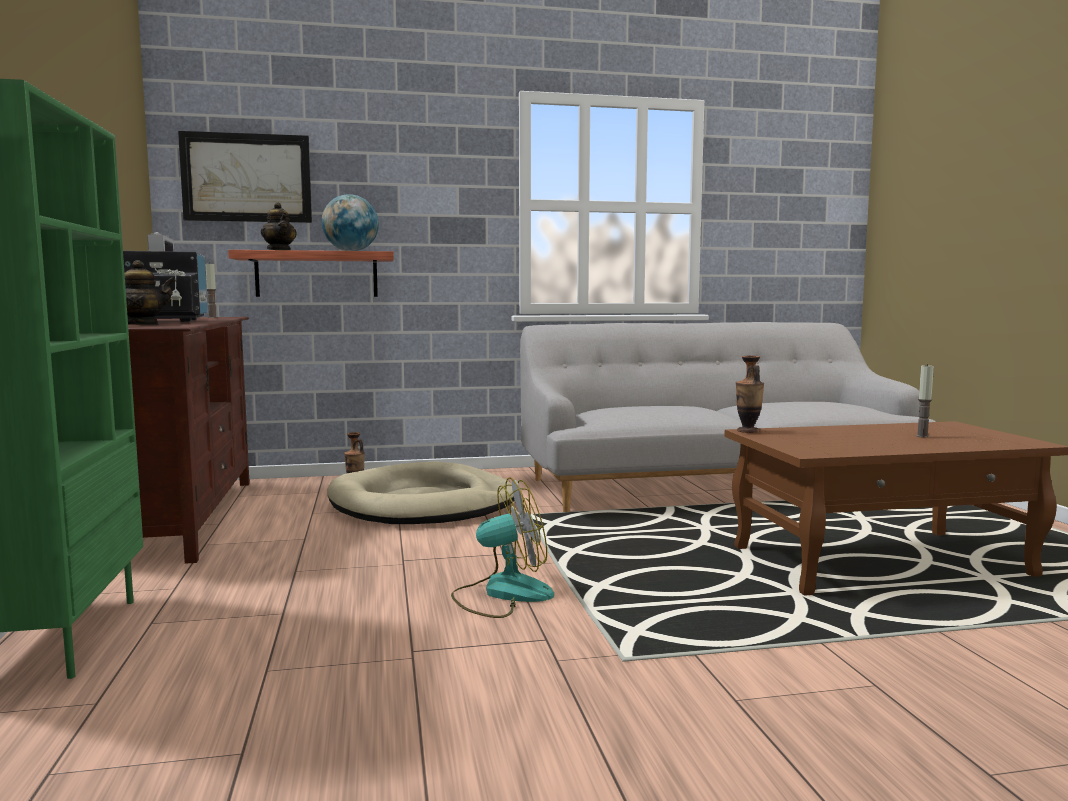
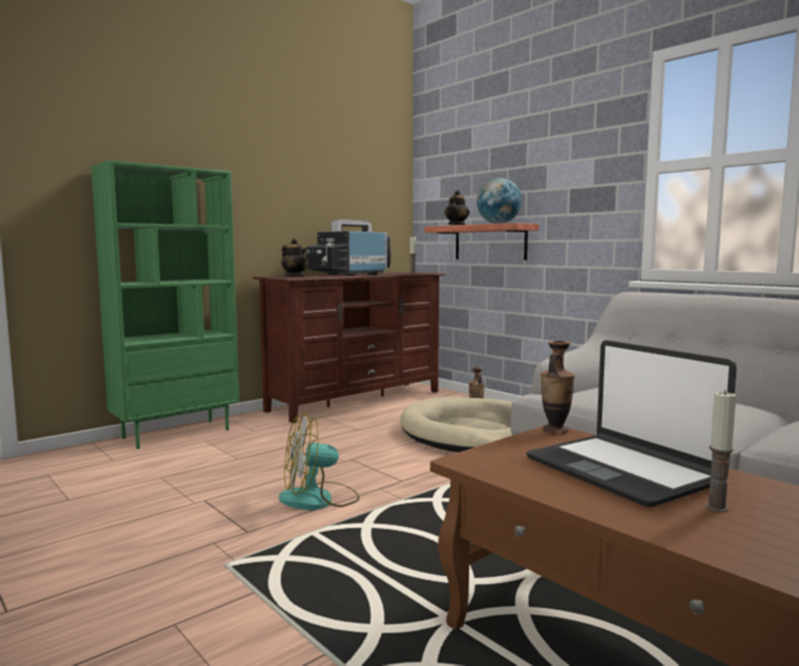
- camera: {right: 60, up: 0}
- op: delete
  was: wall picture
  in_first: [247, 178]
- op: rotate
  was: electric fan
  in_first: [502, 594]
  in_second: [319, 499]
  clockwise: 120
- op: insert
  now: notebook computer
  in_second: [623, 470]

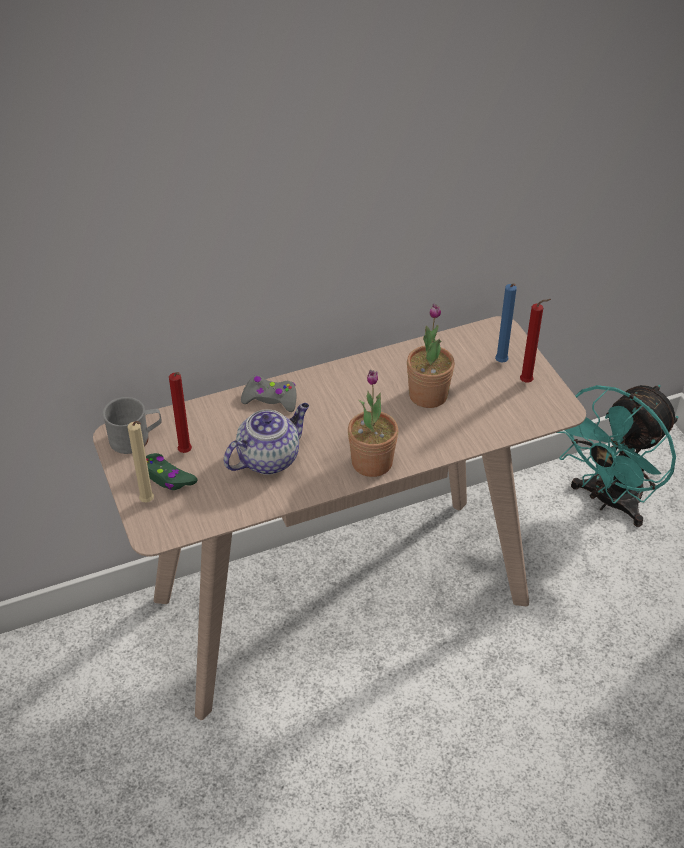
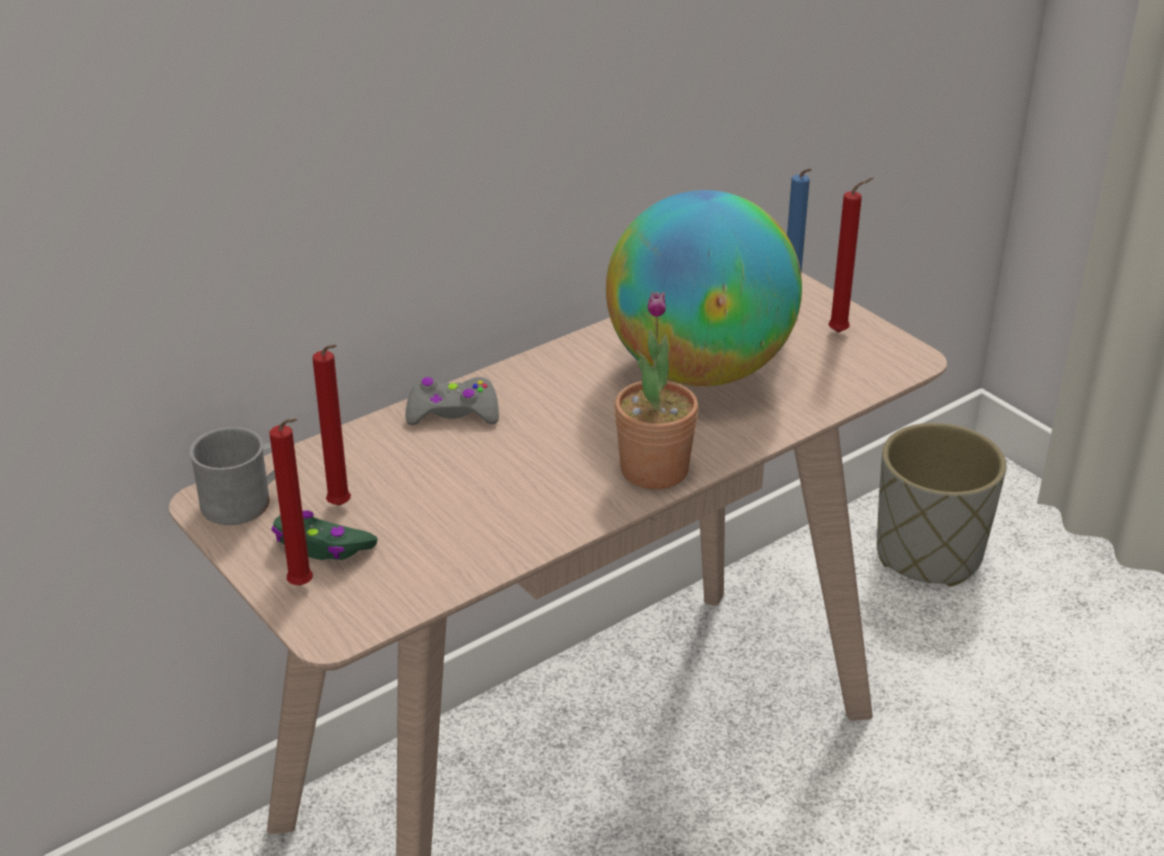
- camera: {right: -15, up: -10}
- op: replace
  was: plant in a pot
  now: desk globe
  in_first: [428, 395]
  in_second: [700, 370]
- op: replace
  was: turquoise electric fan
  now: greyish plant pot
  in_first: [609, 501]
  in_second: [929, 554]
- op: delete
  was: pot for tea
  in_first: [269, 458]
- op: recolor
  was: beige-coloured wax candle
  now: red wax candle
  in_first: [148, 502]
  in_second: [304, 587]

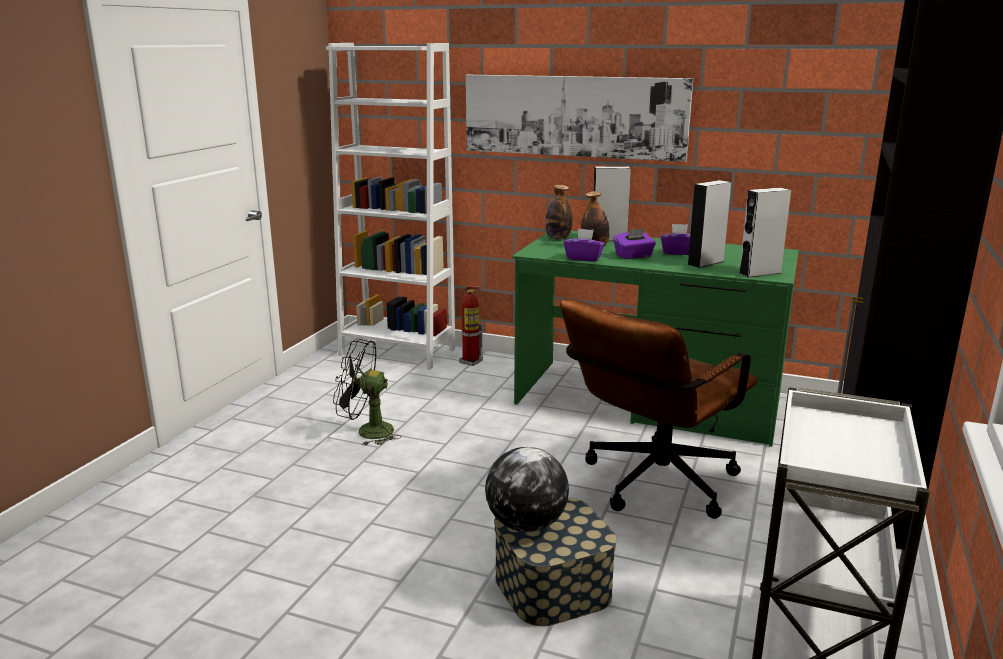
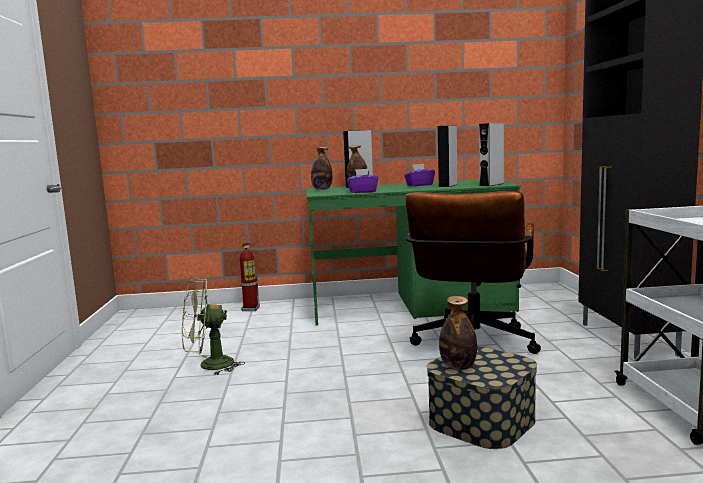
- camera: {right: -25, up: -10}
- op: delete
  was: whitish bookshelf
  in_first: [397, 352]
- op: delete
  was: wall picture
  in_first: [573, 116]
- op: delete
  was: purplish tissue box
  in_first: [633, 256]
- op: recolor
  was: black electric fan
  now: green electric fan
  in_first: [367, 431]
  in_second: [209, 366]
- op: replace
  was: desk globe
  now: beverage bottle
  in_first: [527, 524]
  in_second: [458, 367]

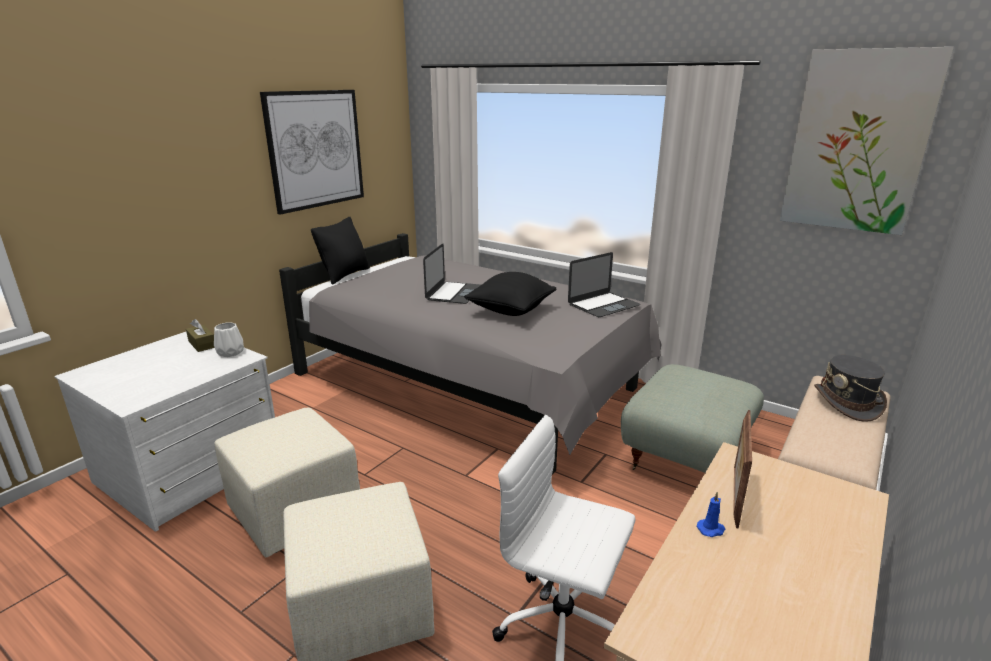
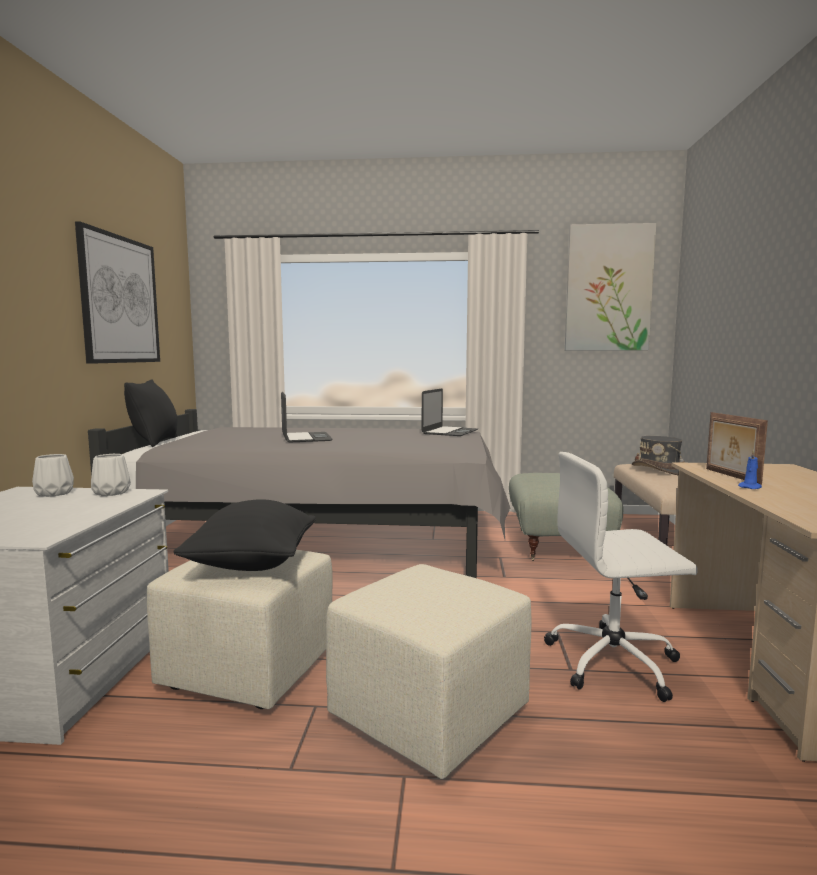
- camera: {right: -30, up: -15}
- op: move
  was: black throw pillow
  in_first: [510, 311]
  in_second: [252, 564]
- op: replace
  was: brown-coloured tissue box
  now: whitish vase
  in_first: [202, 344]
  in_second: [55, 493]

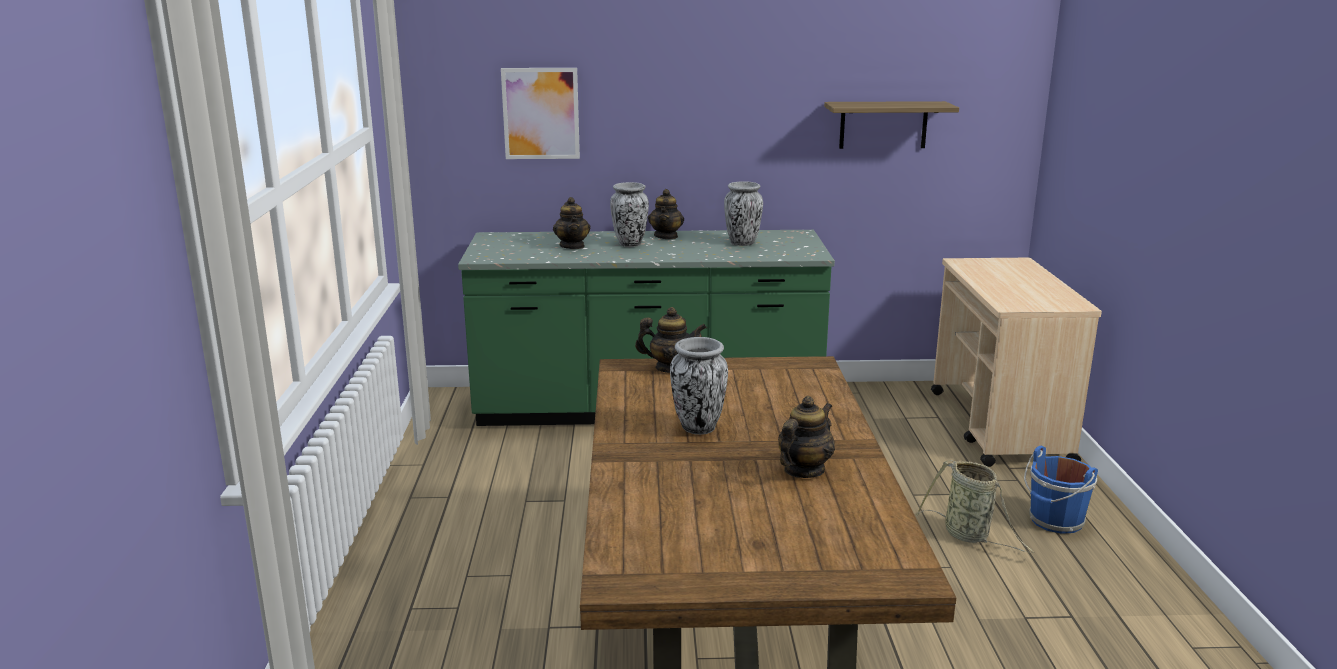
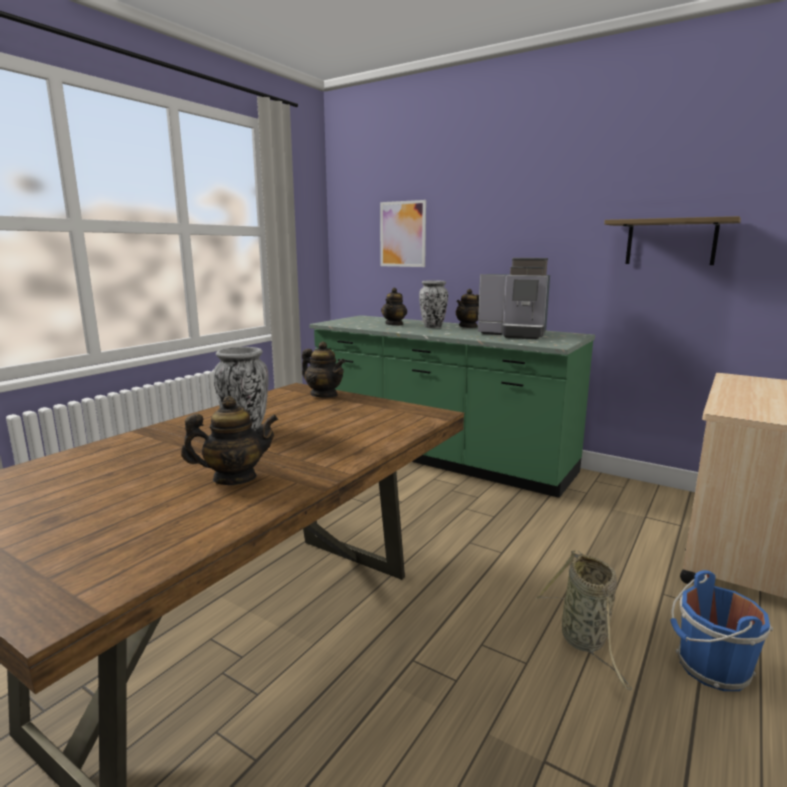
- camera: {right: 35, up: -5}
- op: replace
  was: vase
  now: coffee maker
  in_first: [742, 243]
  in_second: [514, 334]

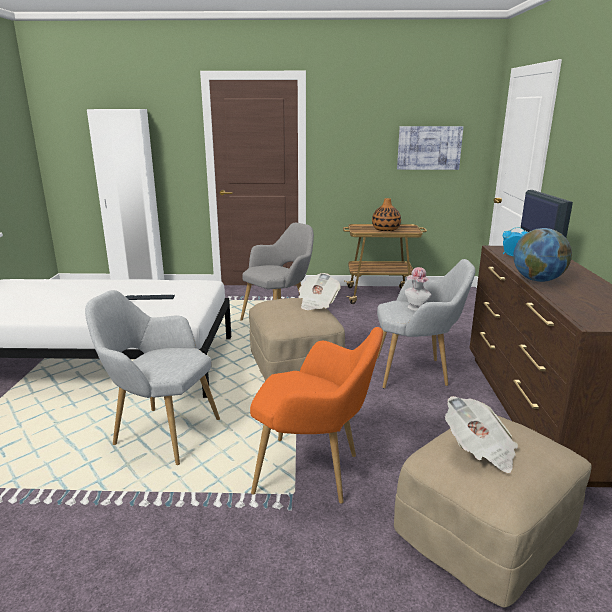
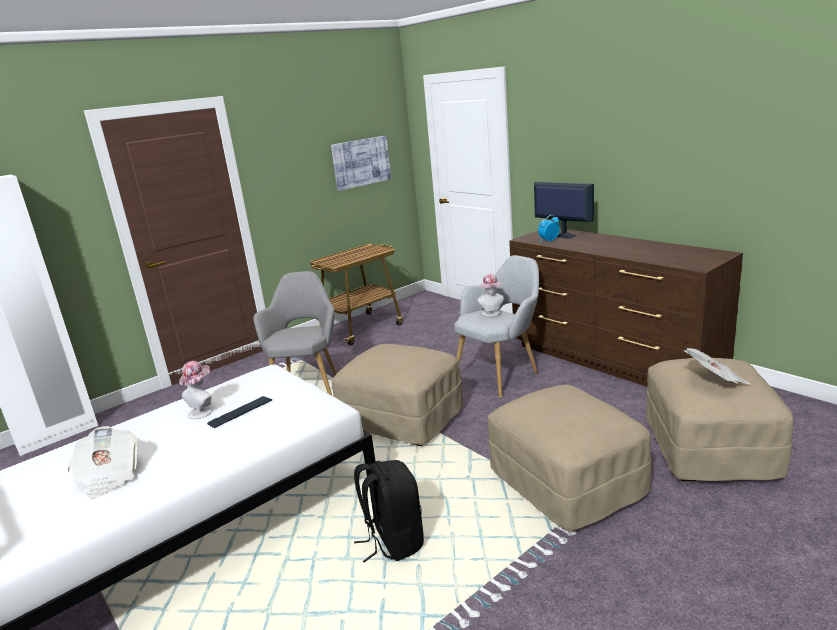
- camera: {right: -40, up: 0}
- op: delete
  was: vase
  in_first: [386, 229]
- op: delete
  was: desk globe
  in_first: [537, 280]
- op: move
  was: daily paper
  in_first: [317, 303]
  in_second: [108, 476]
- op: replace
  was: greyish lounge chair
  now: black rucksack
  in_first: [160, 432]
  in_second: [393, 541]
- op: replace
  was: orange lounge chair
  now: beige-coloured pouffe
  in_first: [314, 473]
  in_second: [567, 484]
- op: insert
  now: clothing hat
  in_second: [203, 411]

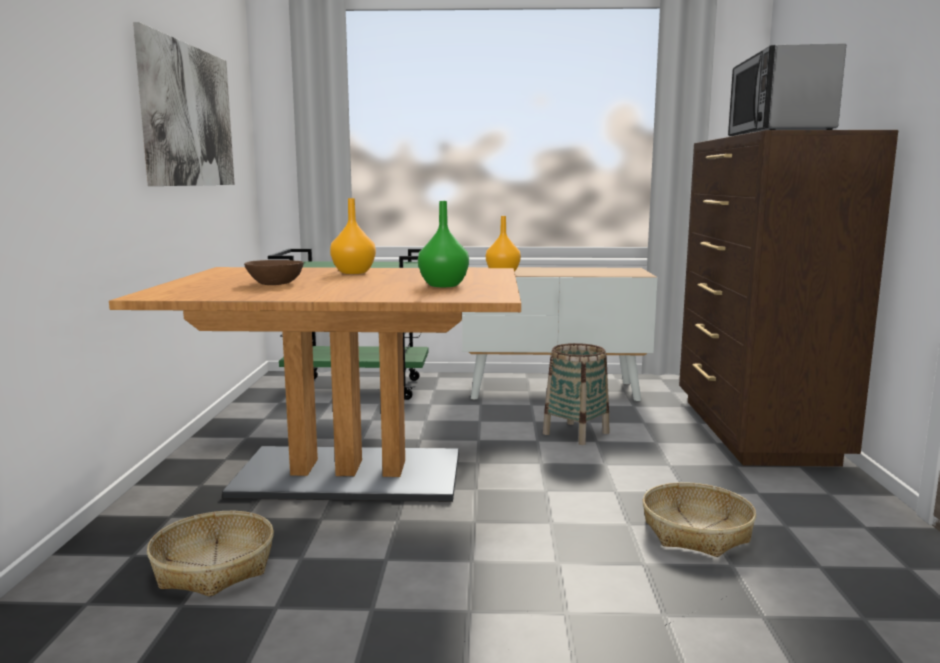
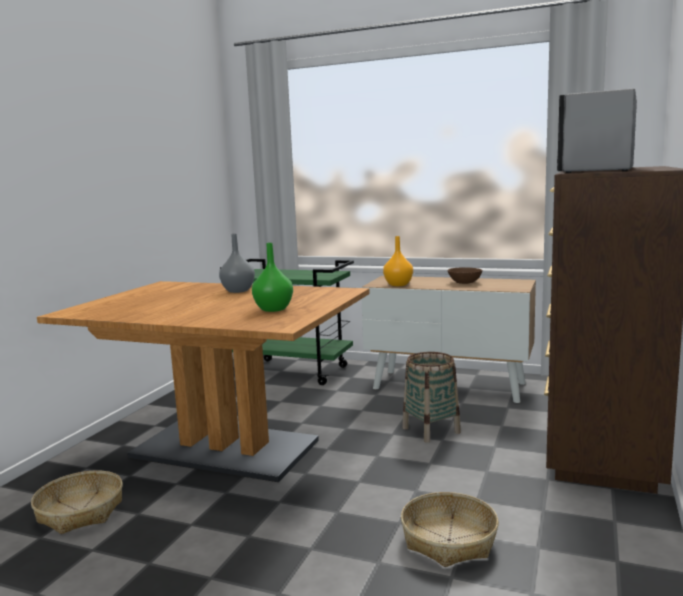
- camera: {right: 20, up: 0}
- op: delete
  was: wall picture
  in_first: [189, 116]
- op: recolor
  was: orange vase
  now: greyish vase
  in_first: [352, 272]
  in_second: [237, 291]
- op: move
  was: brown-coloured serving bowl
  in_first: [275, 284]
  in_second: [464, 282]

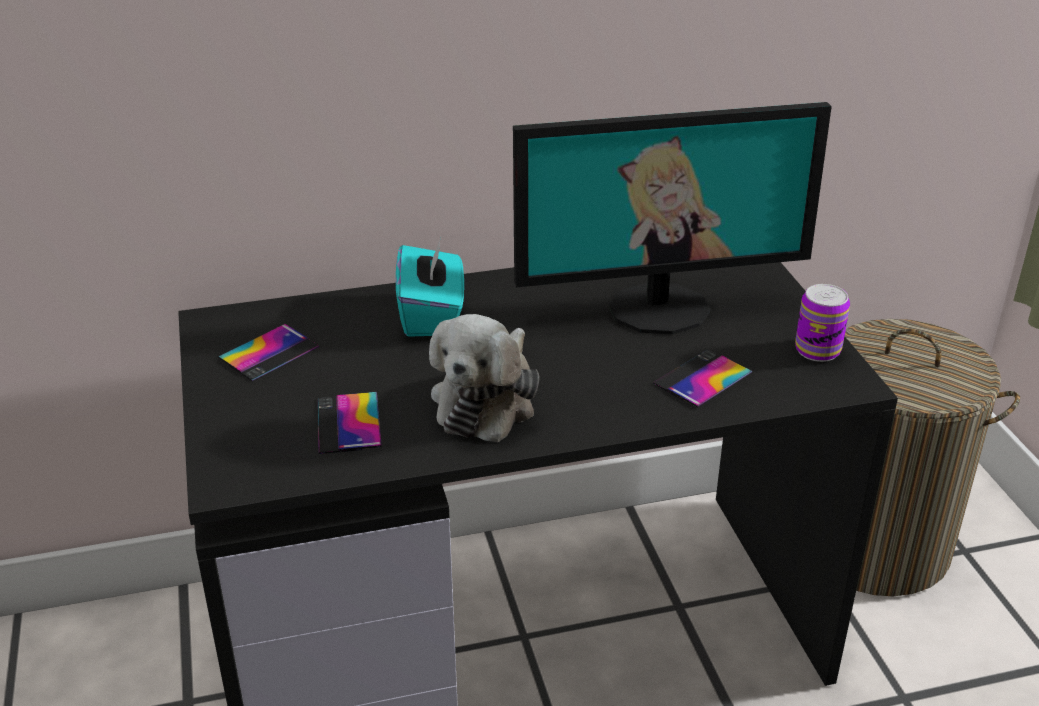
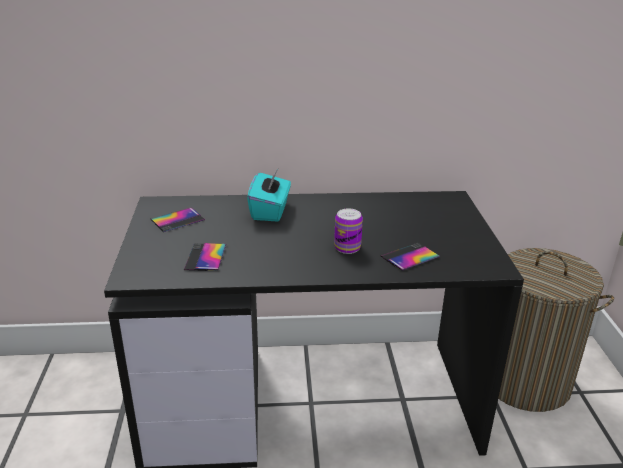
- camera: {right: 10, up: -5}
- op: delete
  was: computer screen
  in_first: [659, 307]
- op: move
  was: can
  in_first: [817, 350]
  in_second: [347, 247]
- op: delete
  was: soft toy
  in_first: [487, 400]

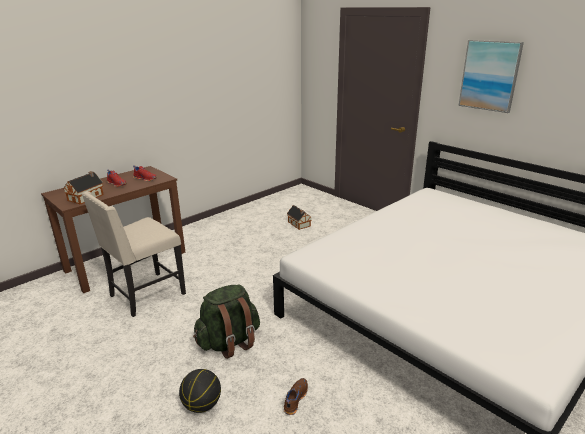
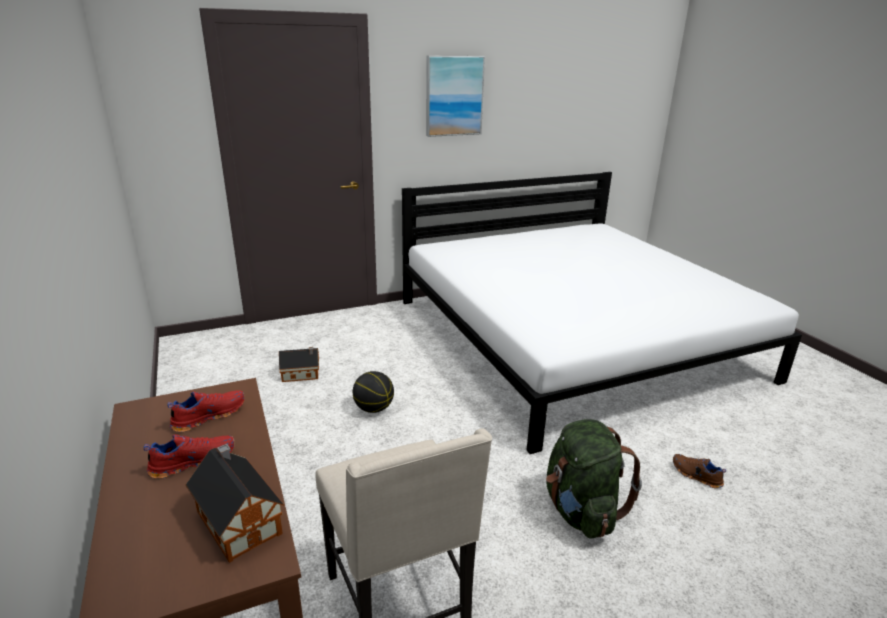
- camera: {right: -70, up: 0}
- op: move
  was: basketball
  in_first: [202, 405]
  in_second: [374, 408]

